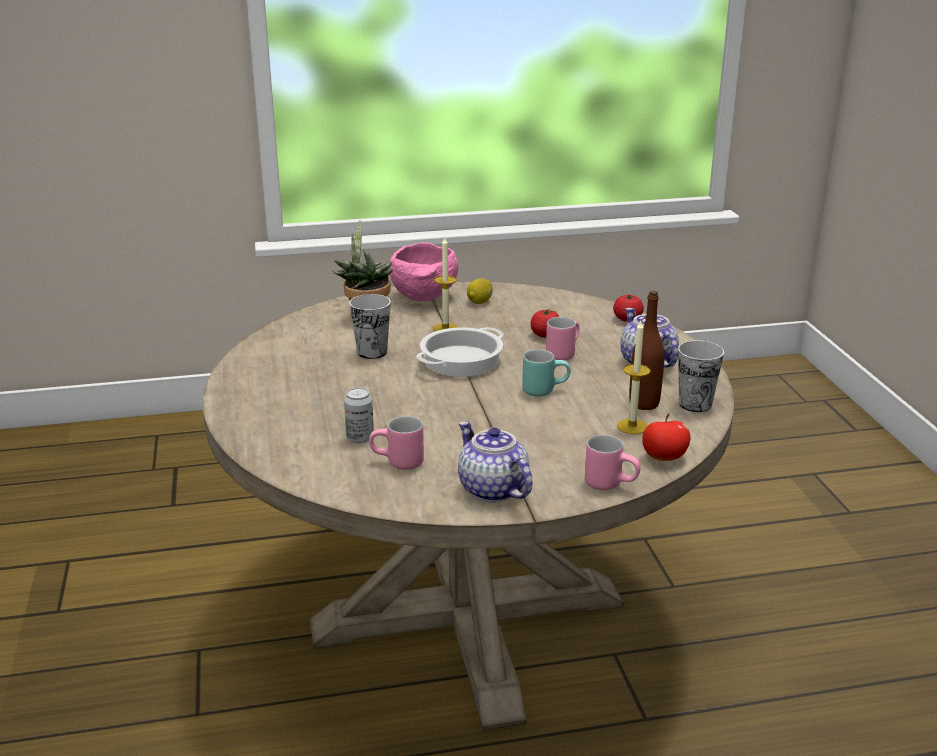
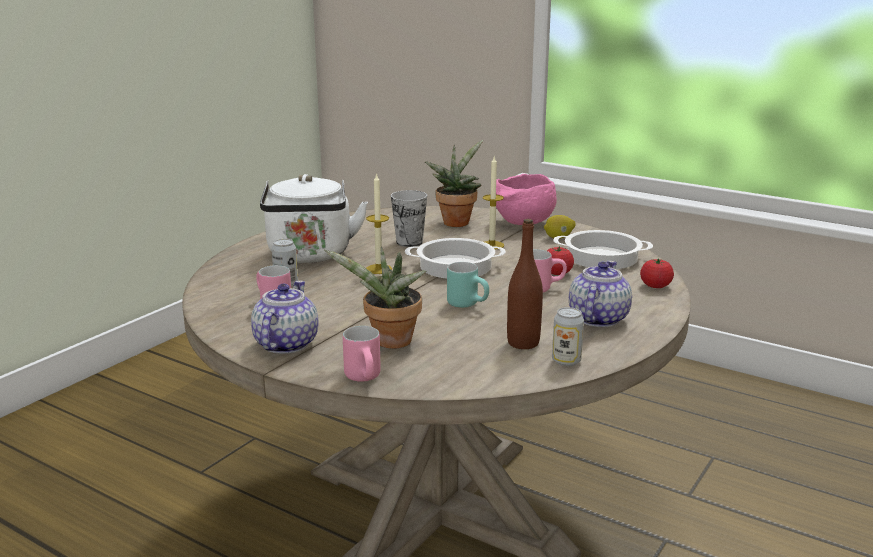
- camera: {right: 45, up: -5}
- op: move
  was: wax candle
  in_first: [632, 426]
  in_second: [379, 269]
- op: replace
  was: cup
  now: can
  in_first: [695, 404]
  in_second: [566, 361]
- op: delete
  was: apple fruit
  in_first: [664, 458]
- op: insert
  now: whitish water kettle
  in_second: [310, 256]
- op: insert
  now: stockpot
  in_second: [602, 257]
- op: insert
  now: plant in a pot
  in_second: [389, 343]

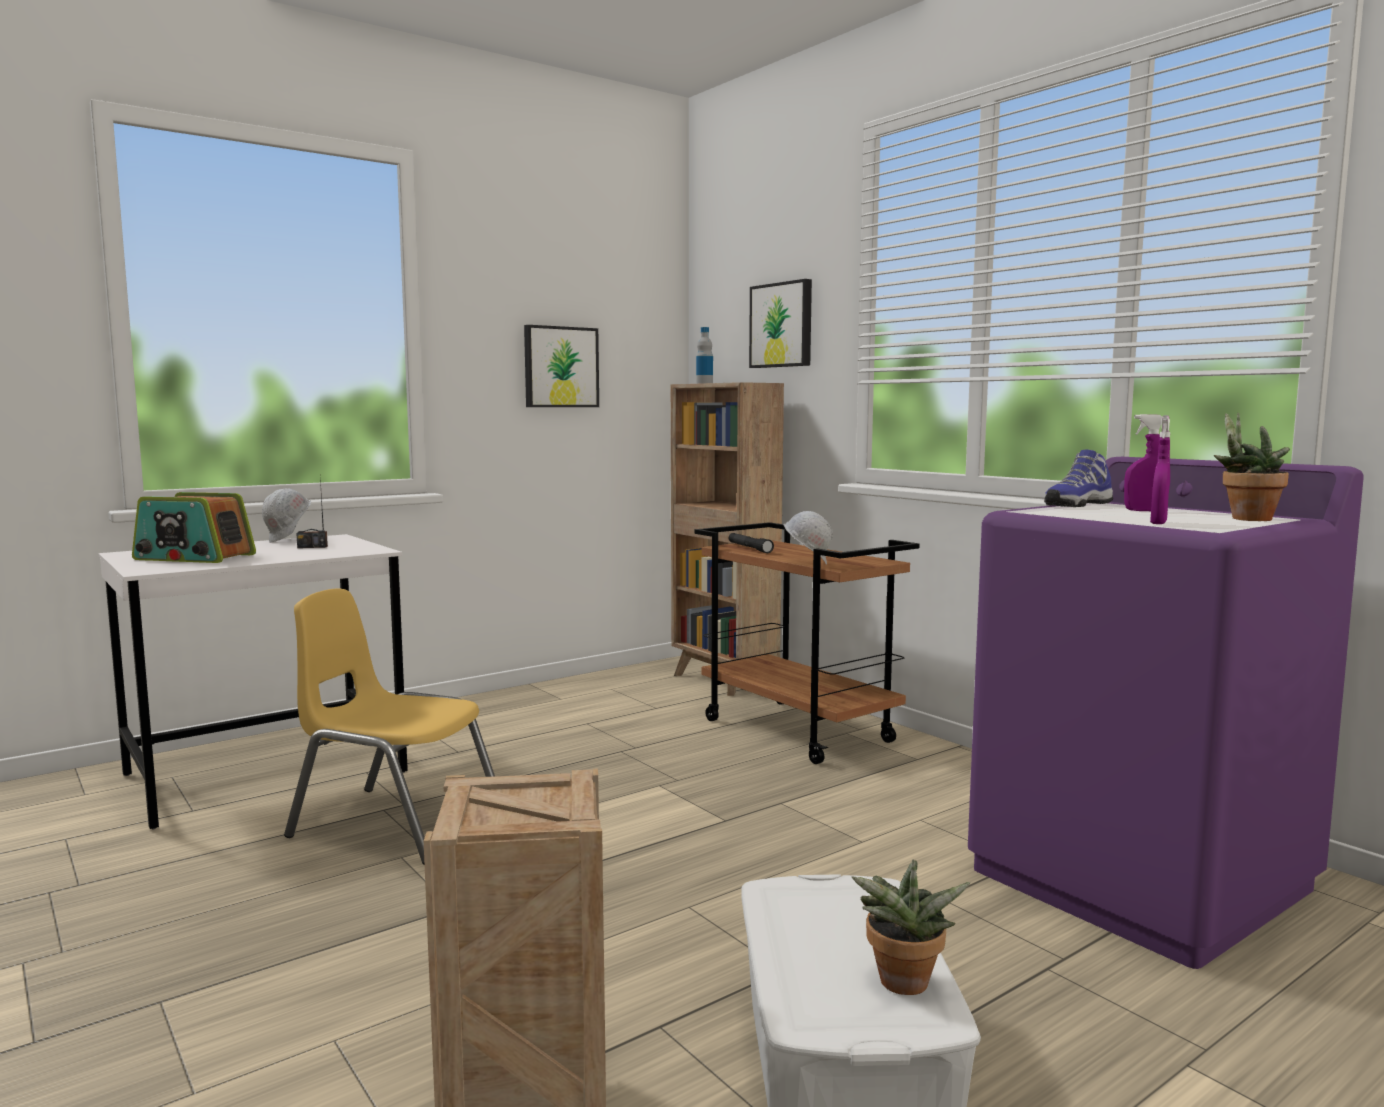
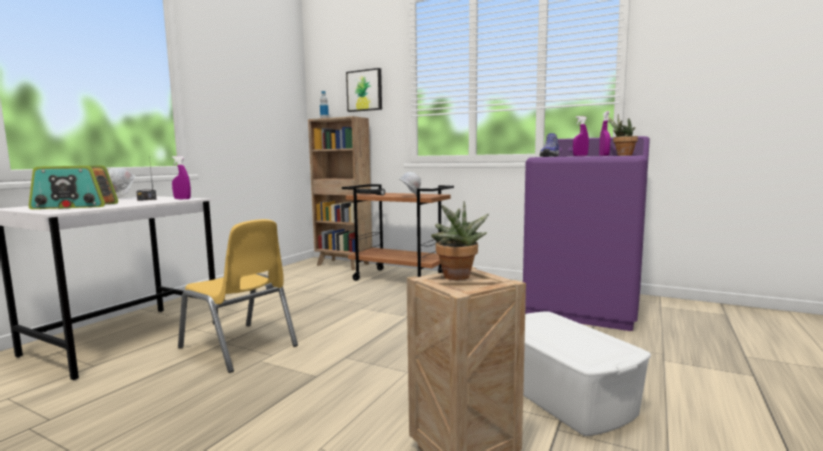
- camera: {right: -25, up: 0}
- op: delete
  was: wall picture
  in_first: [560, 367]
- op: rotate
  was: yellow-coloured chair
  in_first: [396, 823]
  in_second: [239, 347]
  clockwise: -135
- op: move
  was: plant in a pot
  in_first: [903, 986]
  in_second: [457, 278]
- op: insert
  now: purplish sprayer
  in_second: [182, 199]

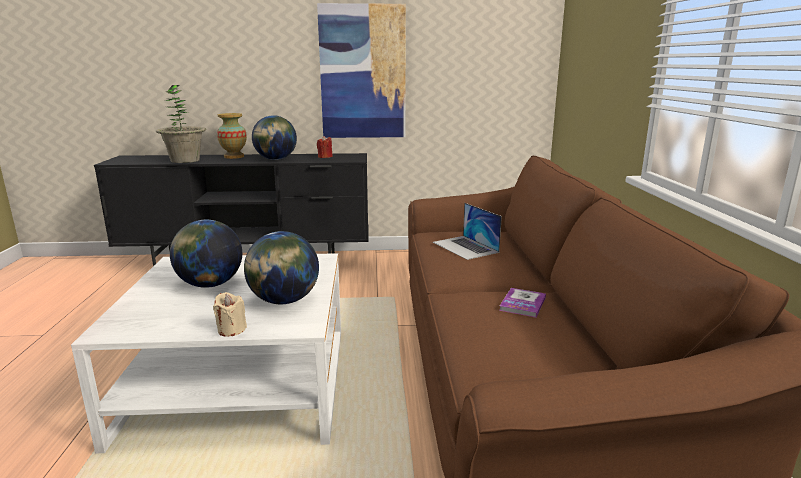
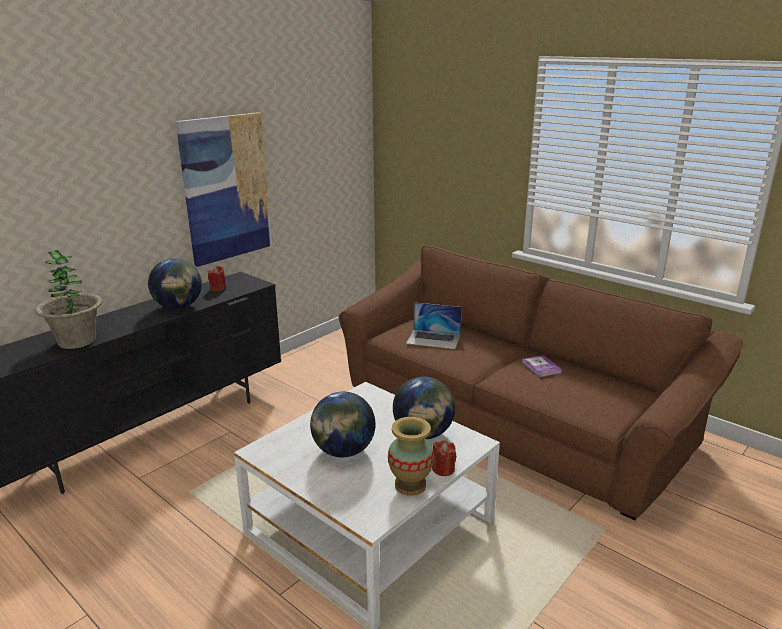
- camera: {right: -45, up: 5}
- op: move
  was: vase
  in_first: [234, 157]
  in_second: [410, 485]
- op: recolor
  was: beige-coloured wax candle
  now: red wax candle
  in_first: [231, 330]
  in_second: [443, 469]

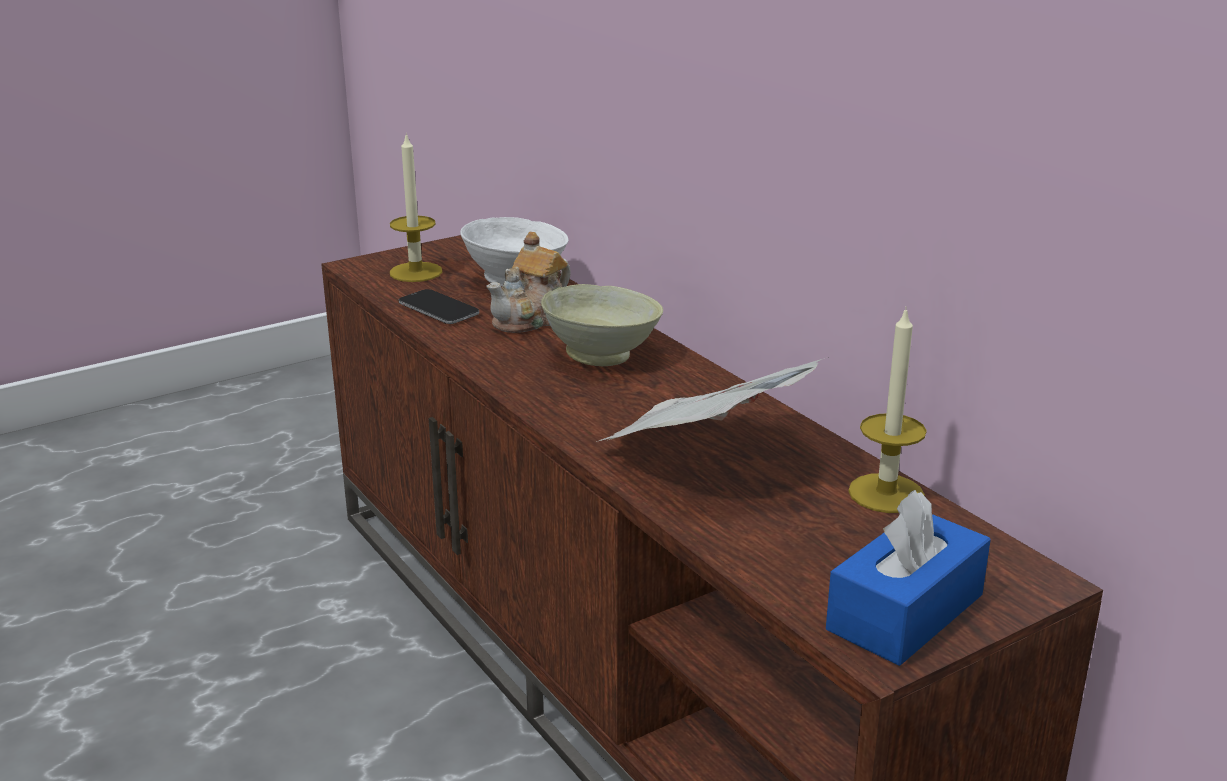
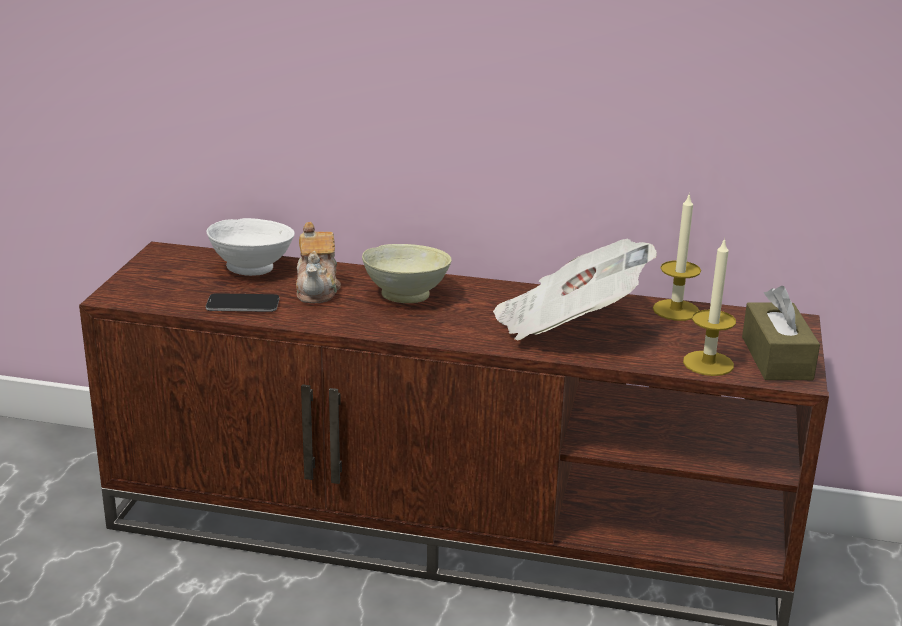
- camera: {right: -45, up: 0}
- op: move
  was: wax candle
  in_first: [416, 272]
  in_second: [708, 363]
- op: recolor
  was: blue tissue box
  now: brown-coloured tissue box
  in_first: [905, 612]
  in_second: [776, 358]

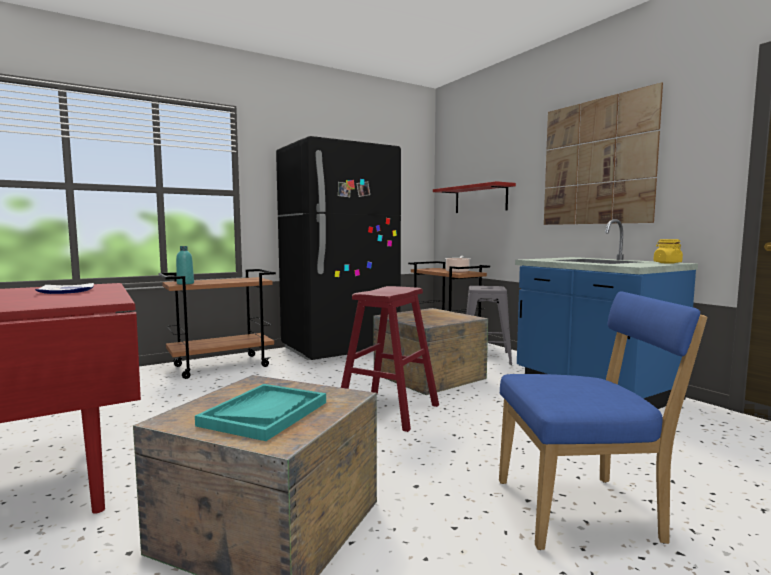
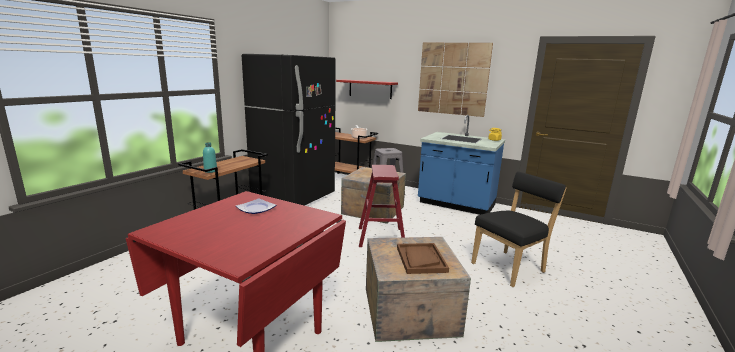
- camera: {right: -30, up: 10}
- op: recolor
  was: blue chair
  now: black chair
  in_first: [584, 511]
  in_second: [510, 267]
- op: recolor
  was: turquoise tray
  now: brown-coloured tray
  in_first: [264, 413]
  in_second: [421, 259]

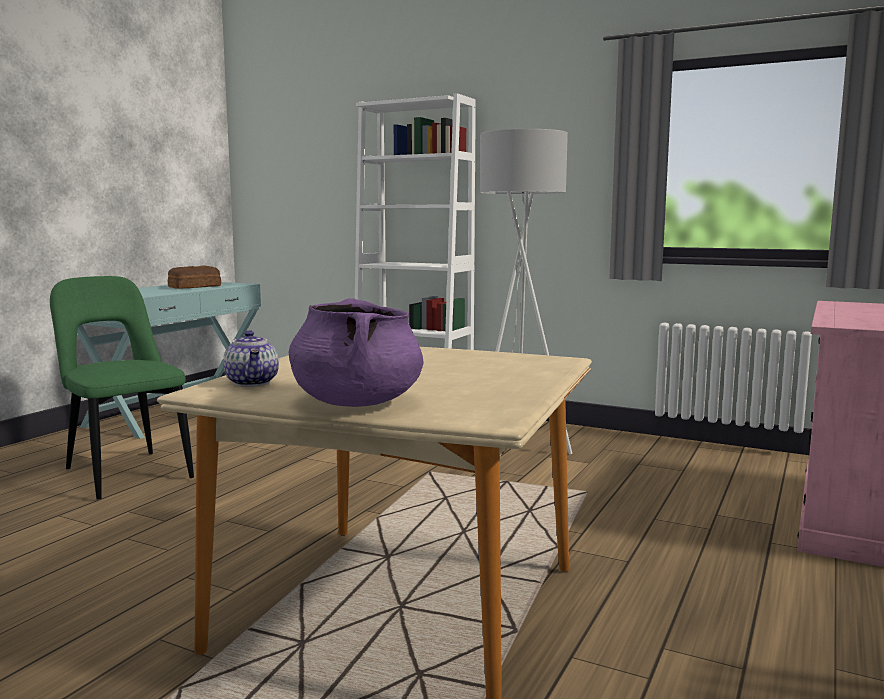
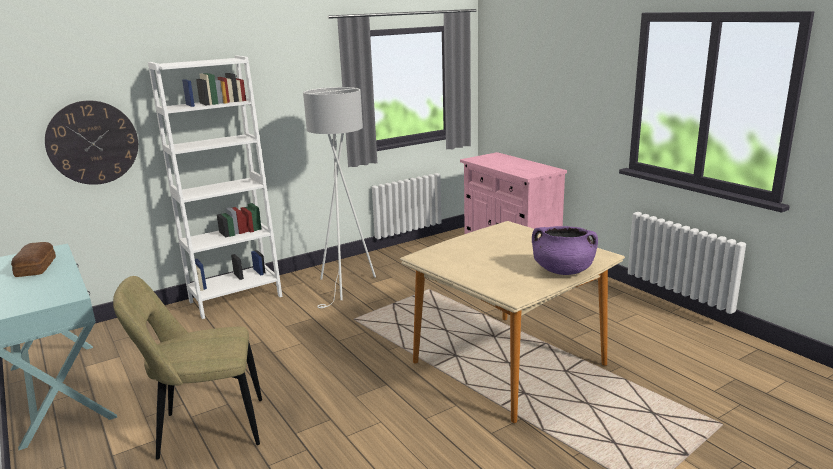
- camera: {right: -60, up: 10}
- op: recolor
  was: green chair
  now: beige-coloured chair
  in_first: [125, 473]
  in_second: [206, 429]
- op: delete
  was: pot for tea
  in_first: [253, 383]
- op: insert
  now: wall clock
  in_second: [92, 142]

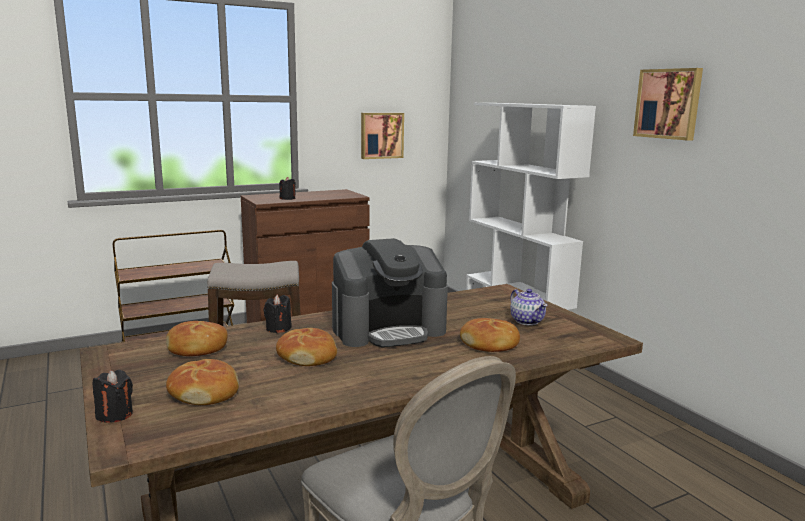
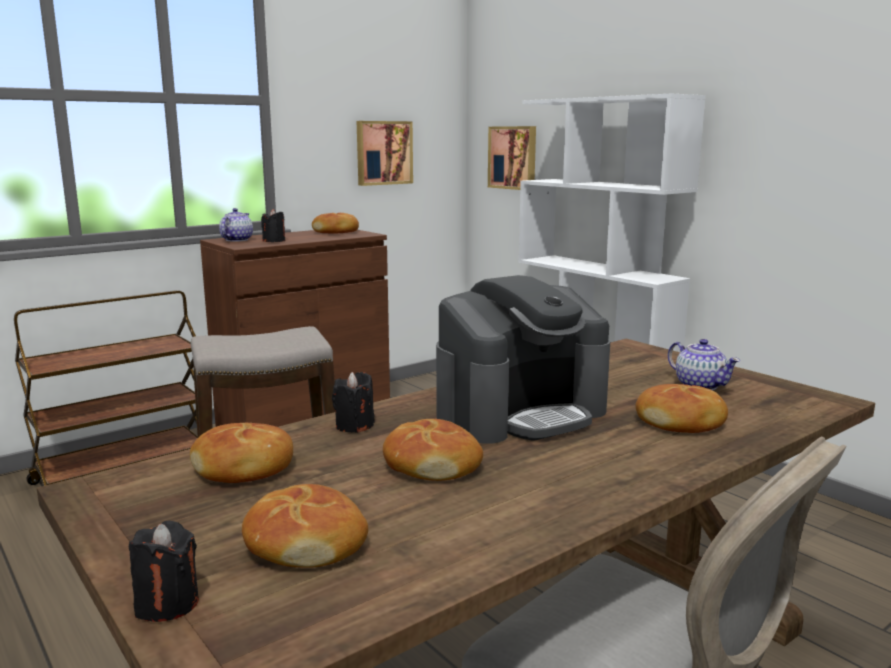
- camera: {right: -10, up: 0}
- op: move
  was: wall picture
  in_first: [668, 104]
  in_second: [513, 157]
- op: insert
  now: pot for tea
  in_second: [236, 240]
- op: insert
  now: baked bread
  in_second: [336, 232]

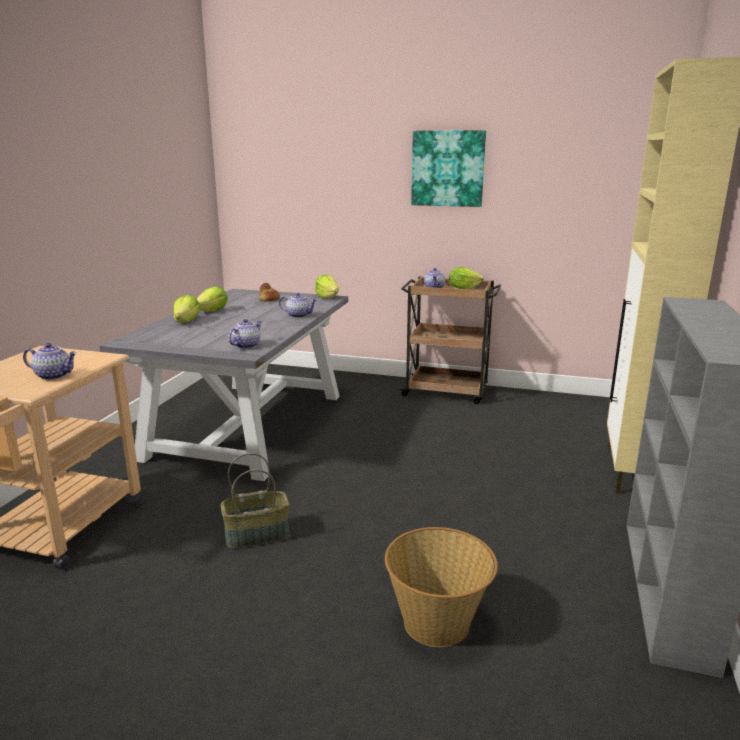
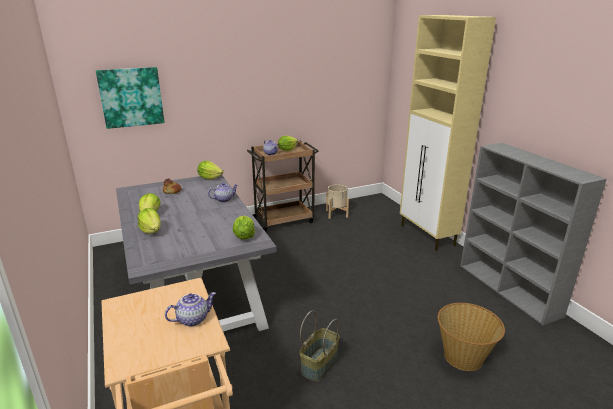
- camera: {right: -40, up: 5}
- op: move
  was: wall picture
  in_first: [448, 168]
  in_second: [131, 97]
- op: replace
  was: pot for tea
  now: lettuce head
  in_first: [246, 345]
  in_second: [244, 236]
- op: insert
  now: beige-coloured plant pot
  in_second: [336, 214]

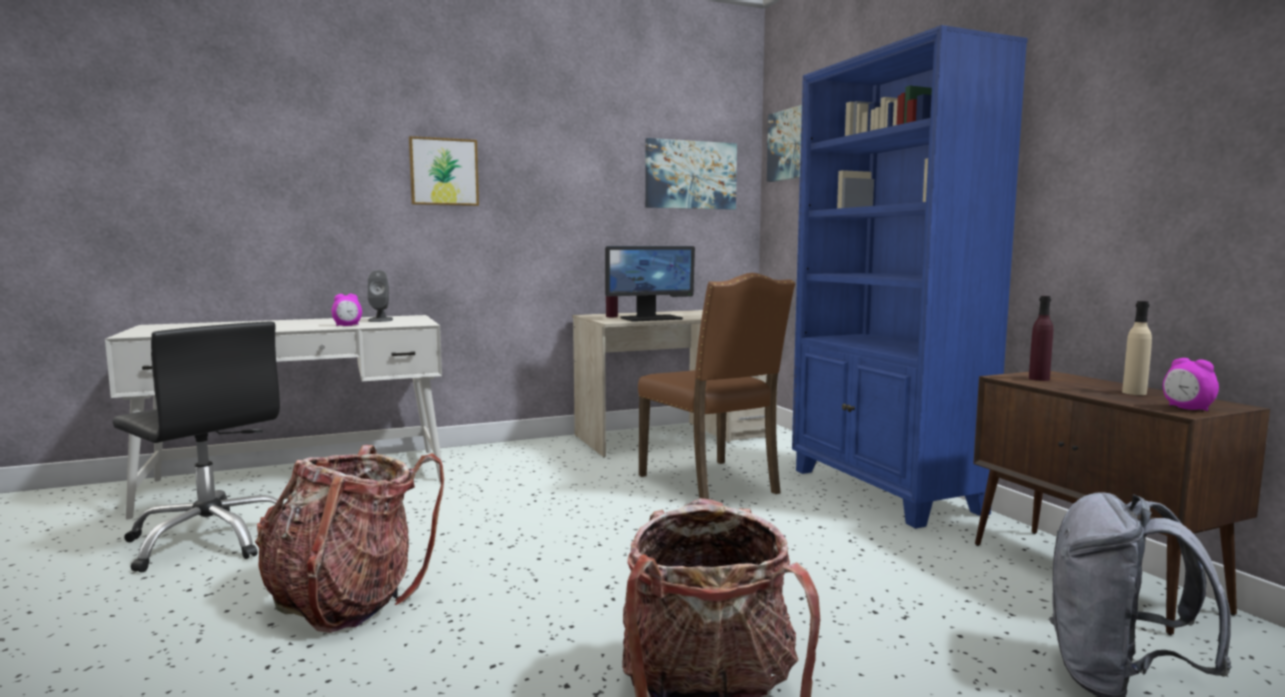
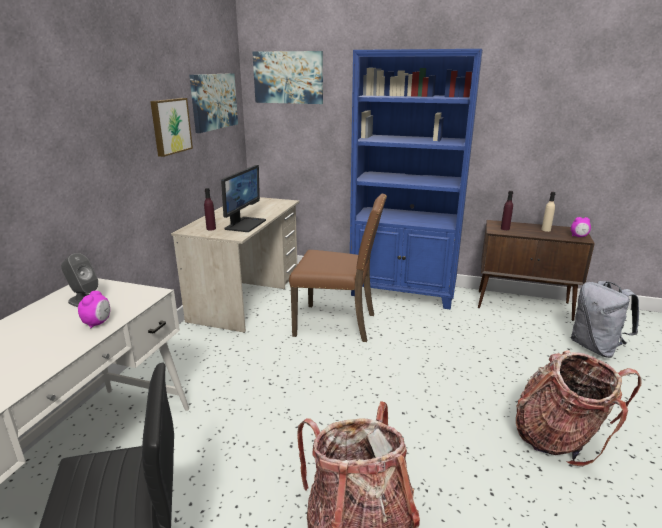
- camera: {right: -50, up: 15}
- op: move
  was: wall picture
  in_first: [443, 172]
  in_second: [170, 126]

